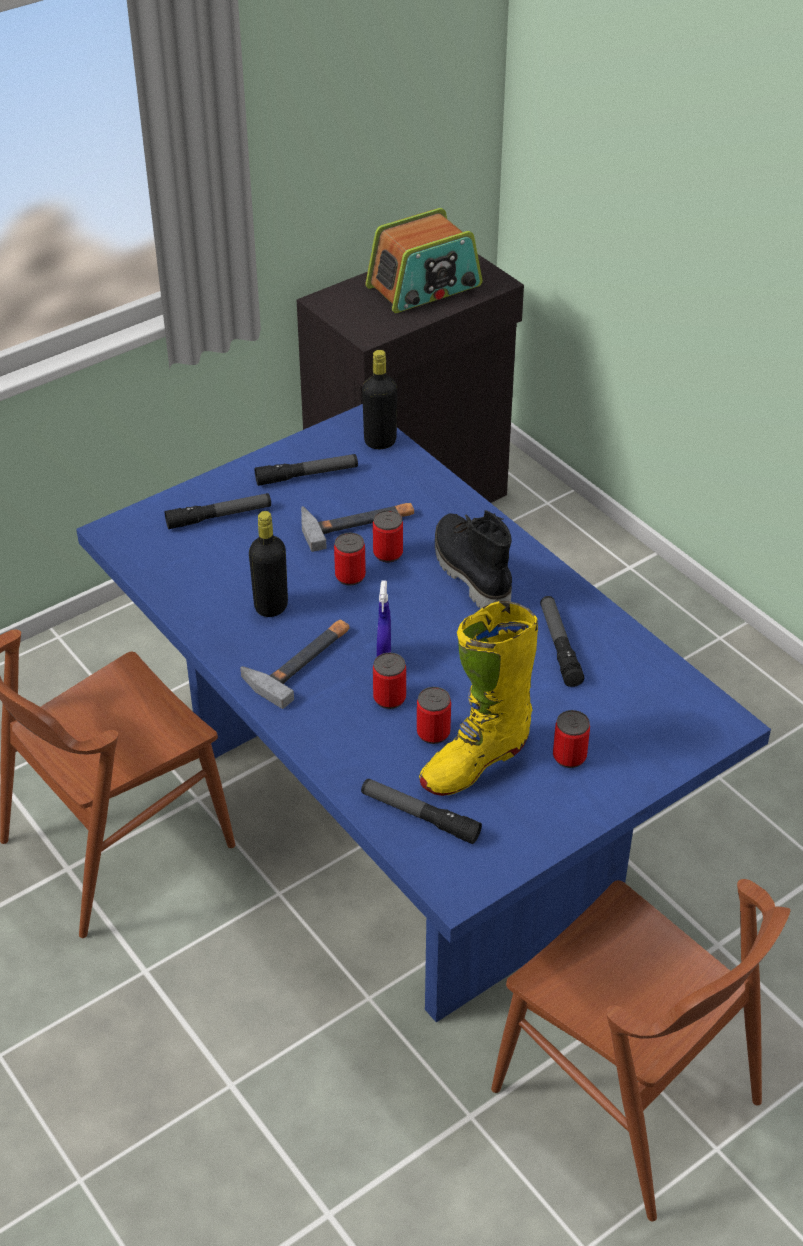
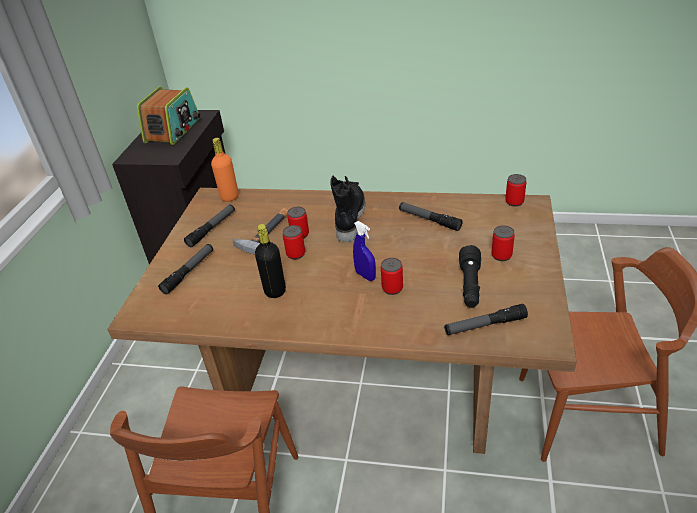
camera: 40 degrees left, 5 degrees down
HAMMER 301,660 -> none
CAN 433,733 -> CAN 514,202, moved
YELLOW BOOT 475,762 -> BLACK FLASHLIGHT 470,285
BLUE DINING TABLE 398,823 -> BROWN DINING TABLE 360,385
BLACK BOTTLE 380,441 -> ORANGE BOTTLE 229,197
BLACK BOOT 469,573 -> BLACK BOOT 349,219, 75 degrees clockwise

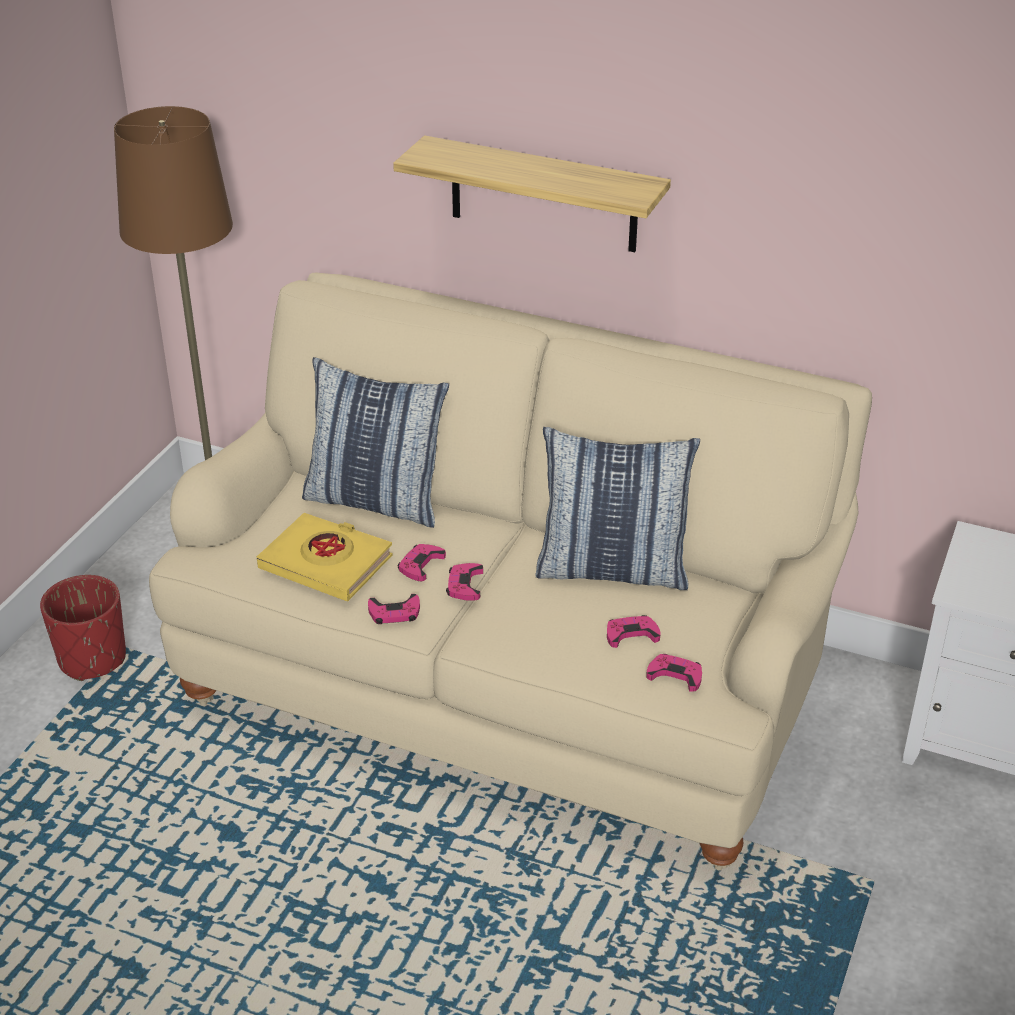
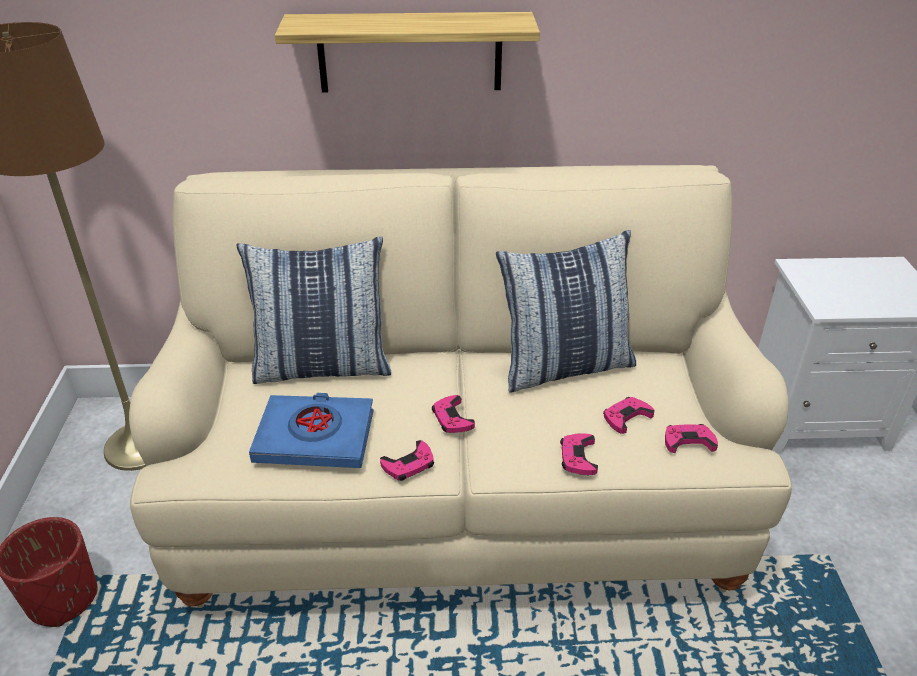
camera: 25 degrees left, 0 degrees up
PINK GAME CONTROLLER 420,565 -> PINK GAME CONTROLLER 578,457, moved
YELLOW BOOK 326,563 -> BLUE BOOK 315,437

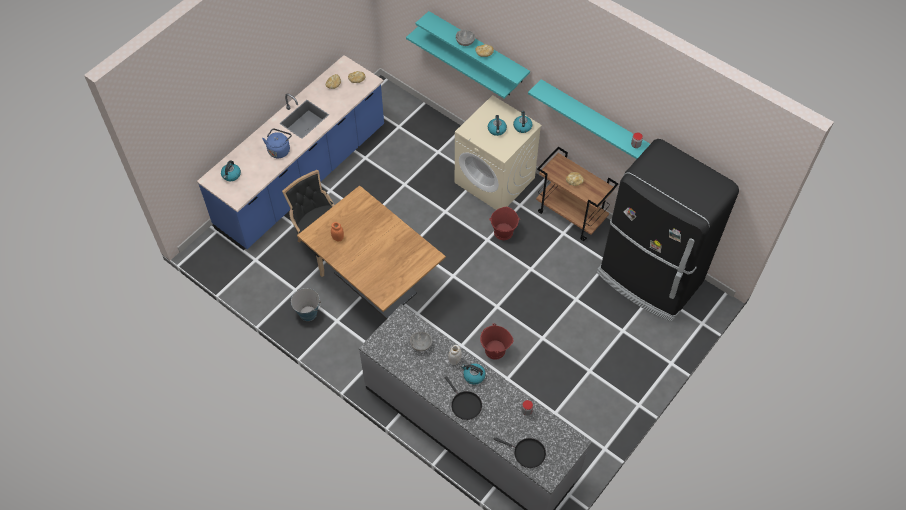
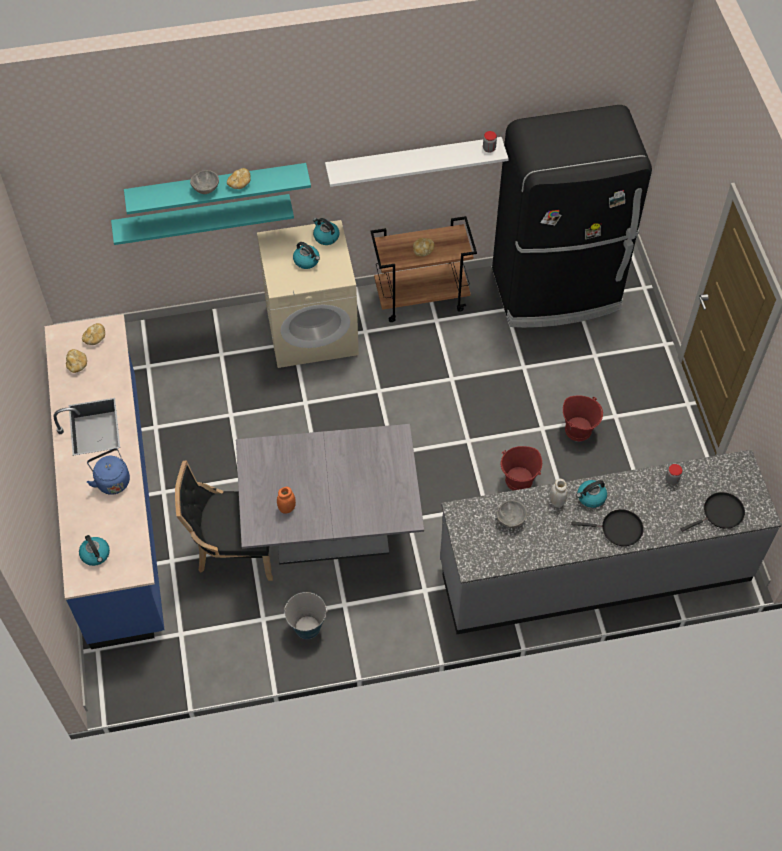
camera: 50 degrees left, 0 degrees up
RED BUCKET 503,232 -> RED BUCKET 578,429, moved
BROWN DINING TABLE 375,283 -> GREY DINING TABLE 332,533
TURQUOISE SHELF 594,118 -> WHITE SHELF 413,160

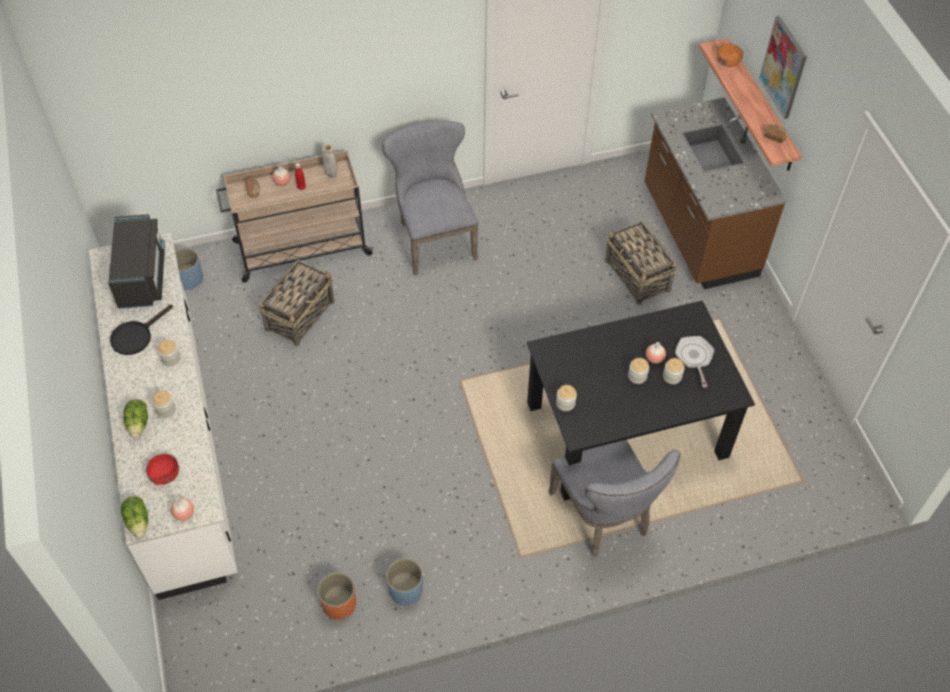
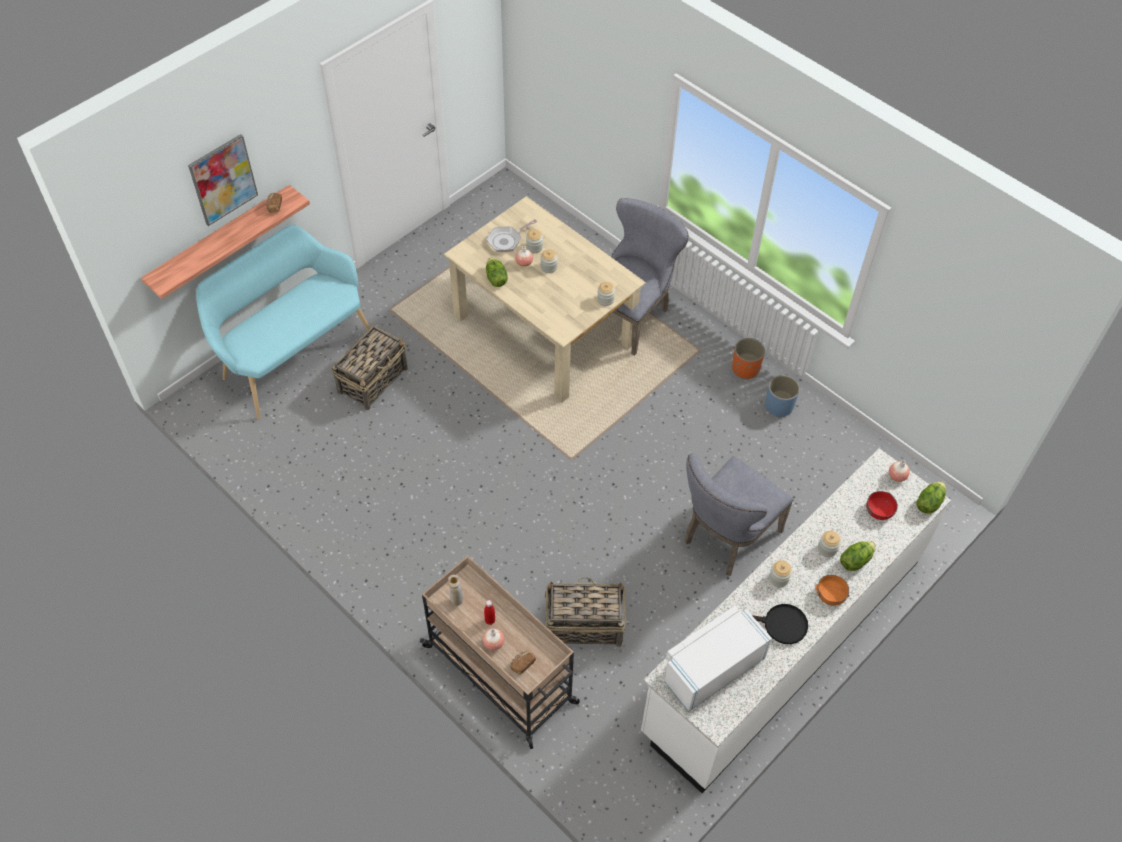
camera: 120 degrees left, 0 degrees up
BLUE PLANTER 189,279 -> none
none -> LETTUCE 495,279
ORANGE PLANTER 339,604 -> ORANGE PLANTER 745,368, moved
GREY CHAIR 433,237 -> GREY CHAIR 726,538, moved
ORANGE BOWL 727,61 -> ORANGE BOWL 831,595, moved
BROWN COUNTER 698,232 -> TURQUOISE BENCH 293,355
BLACK MICROWAVE 142,275 -> WHITE MICROWAVE 712,668
BLACK DINING TABLE 625,431 -> BEIGE DINING TABLE 545,330

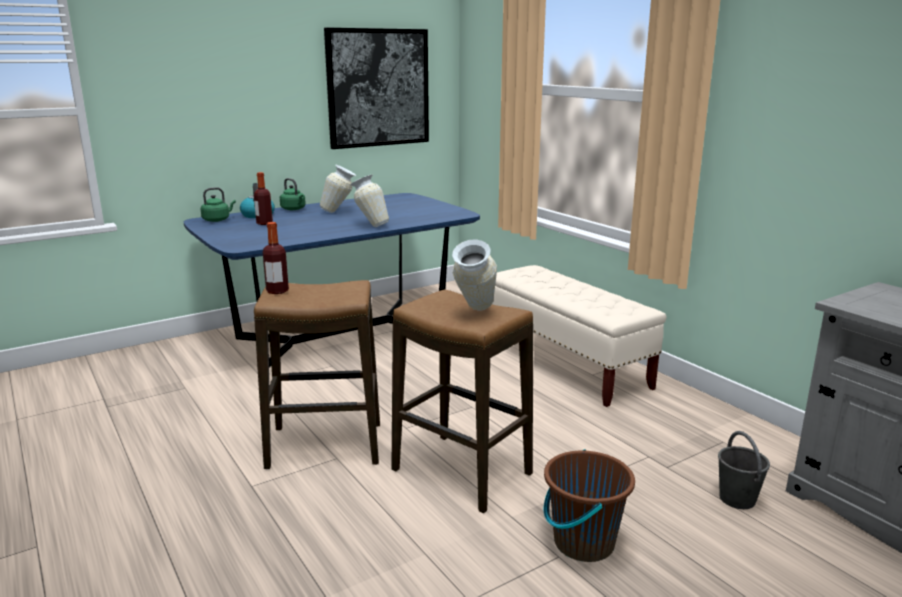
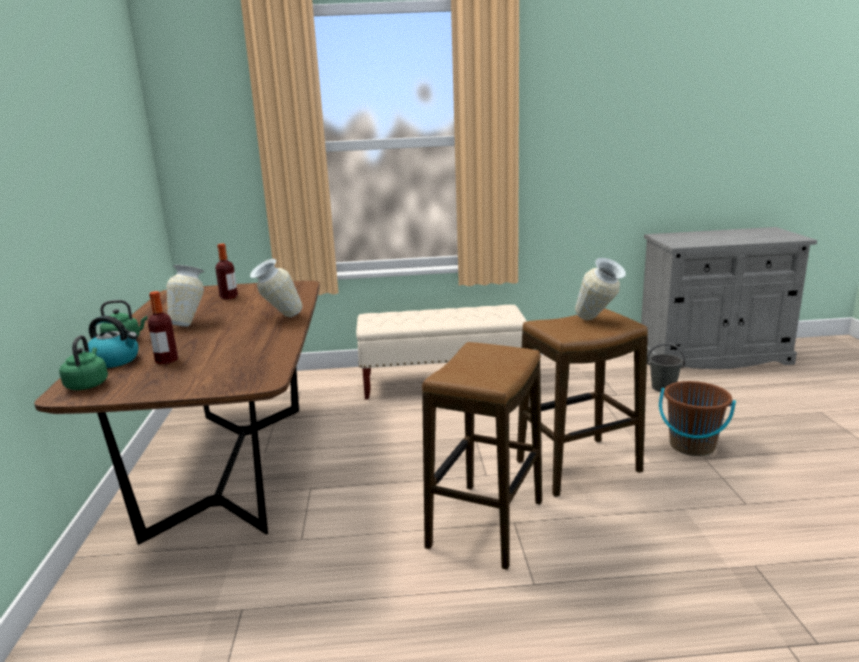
camera: 60 degrees left, 0 degrees up
PICTURE 378,88 -> none
BOTTLE 277,291 -> BOTTLE 229,297, moved
BLUE DINING TABLE 341,332 -> BROWN DINING TABLE 231,467

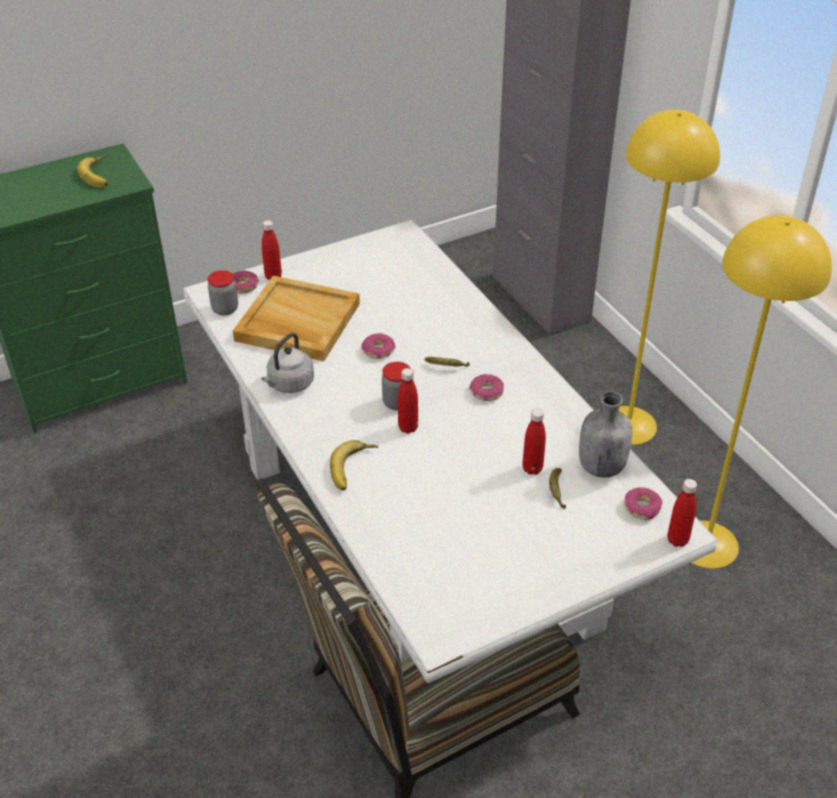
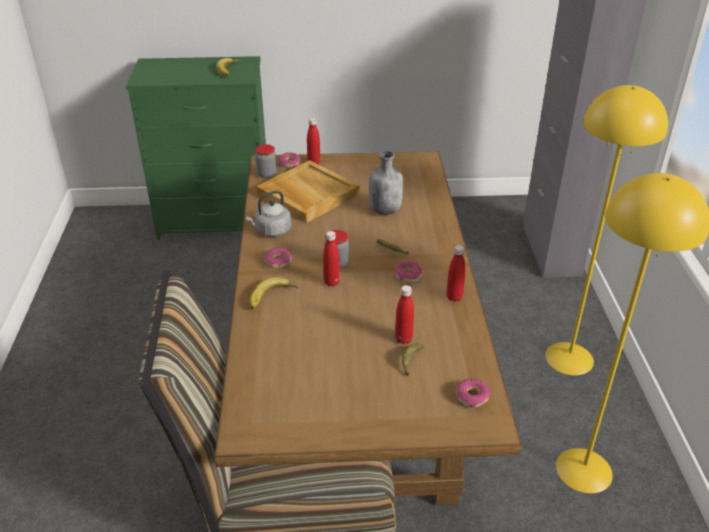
camera: 25 degrees right, 5 degrees down
DONUT 378,351 -> DONUT 278,262, moved
GREY BOTTLE 600,466 -> GREY BOTTLE 385,210, moved
RED BOTTLE 677,540 -> RED BOTTLE 454,297, moved
WHITE DINING TABLE 416,543 -> BROWN DINING TABLE 352,388

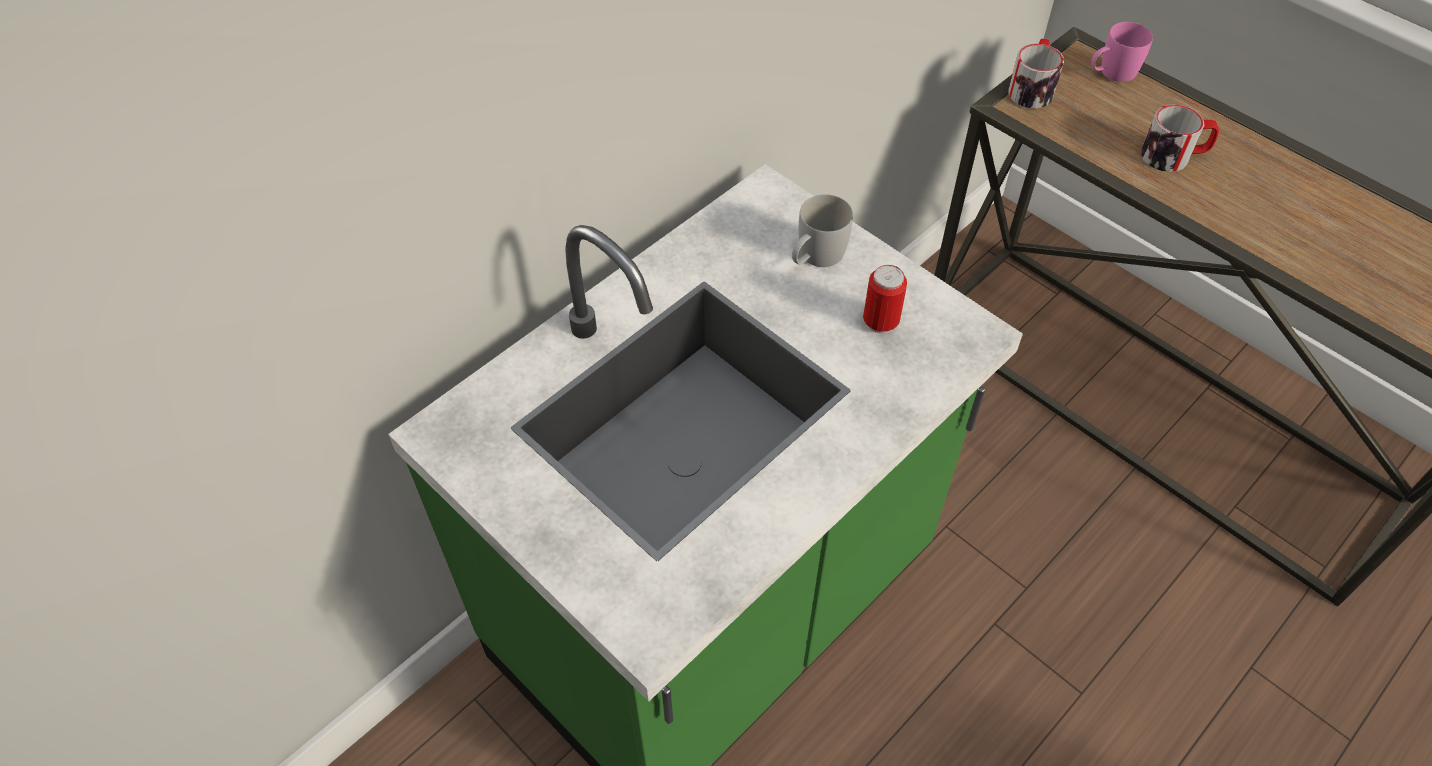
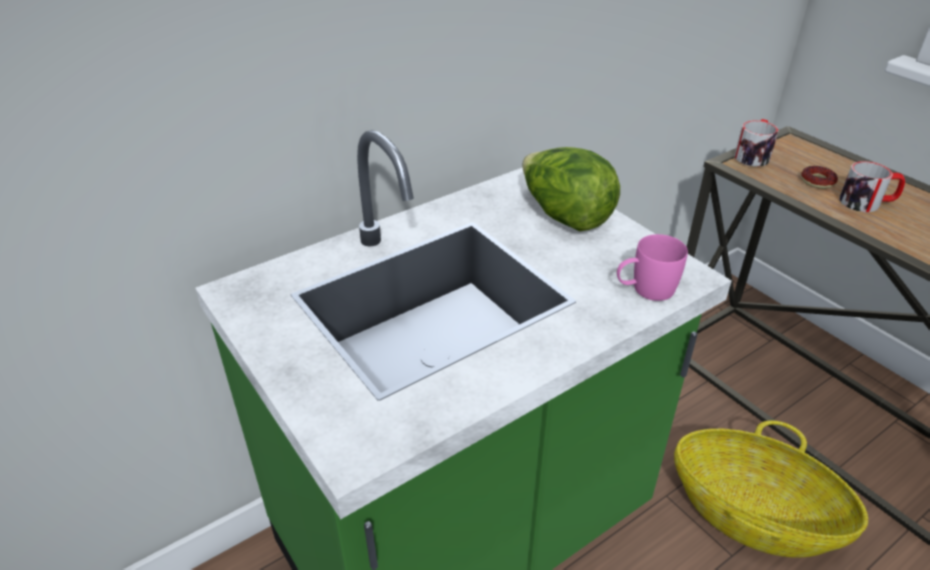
camera: 10 degrees right, 15 degrees down
CAN 880,322 -> none
none -> BASKET 753,515
none -> DONUT 817,181
PINK MUG 1111,73 -> PINK MUG 645,290, moved
WHITE MUG 815,257 -> LETTUCE 564,216

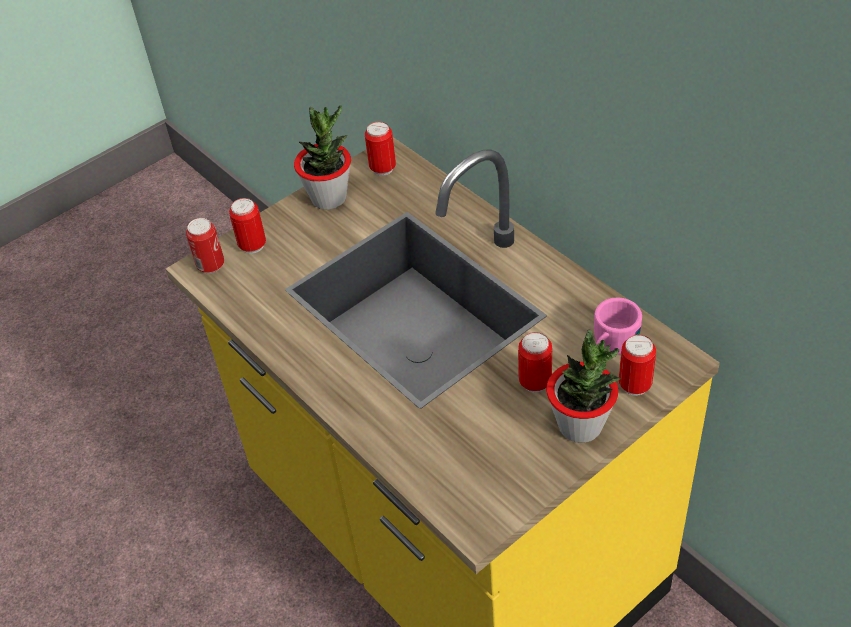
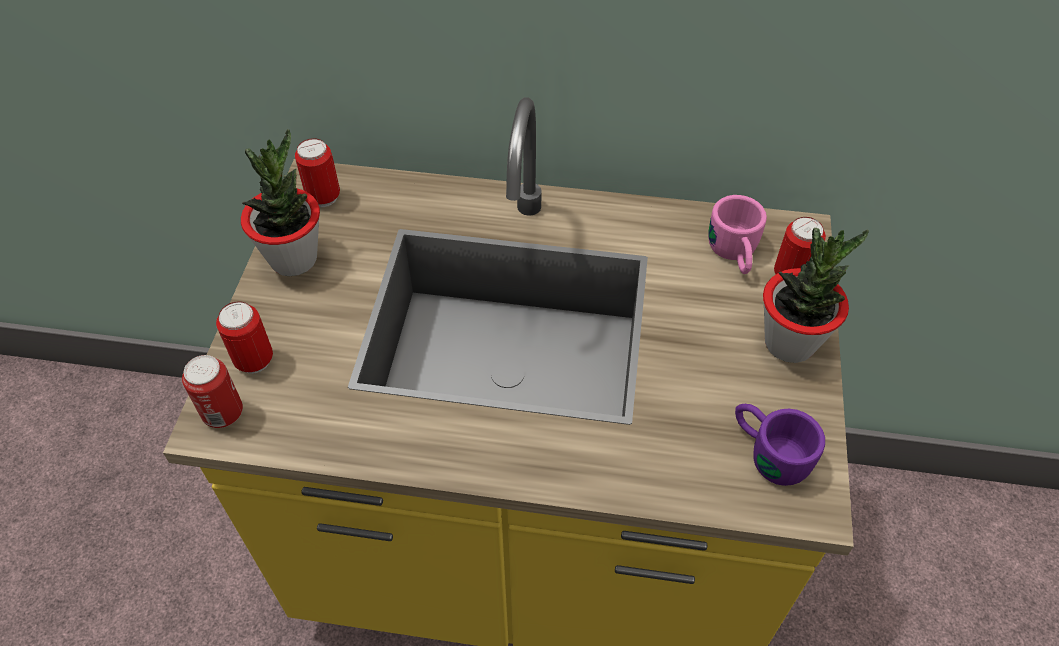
camera: 45 degrees left, 5 degrees up
CAN 535,382 -> none
none -> PURPLE MUG 767,452

